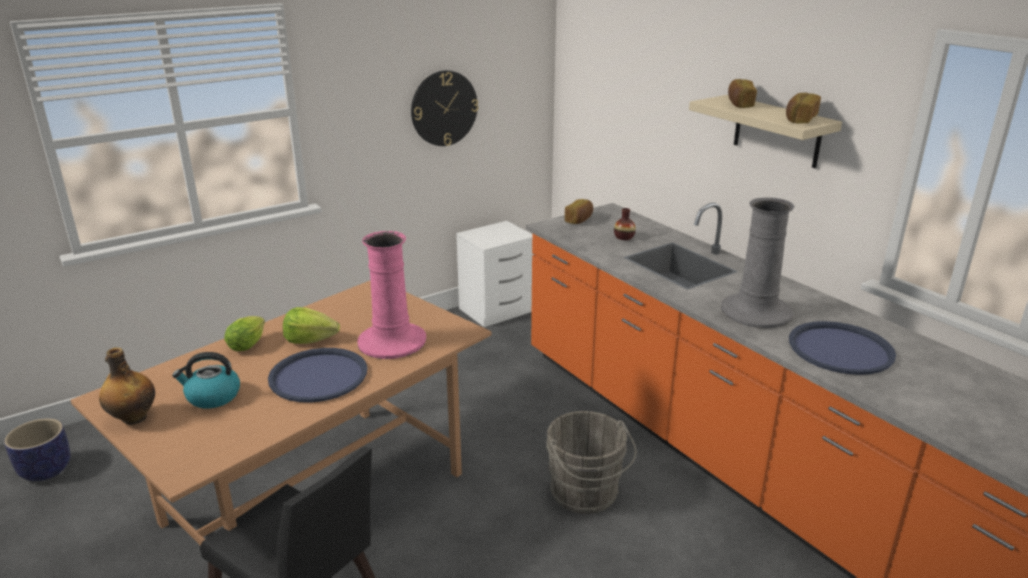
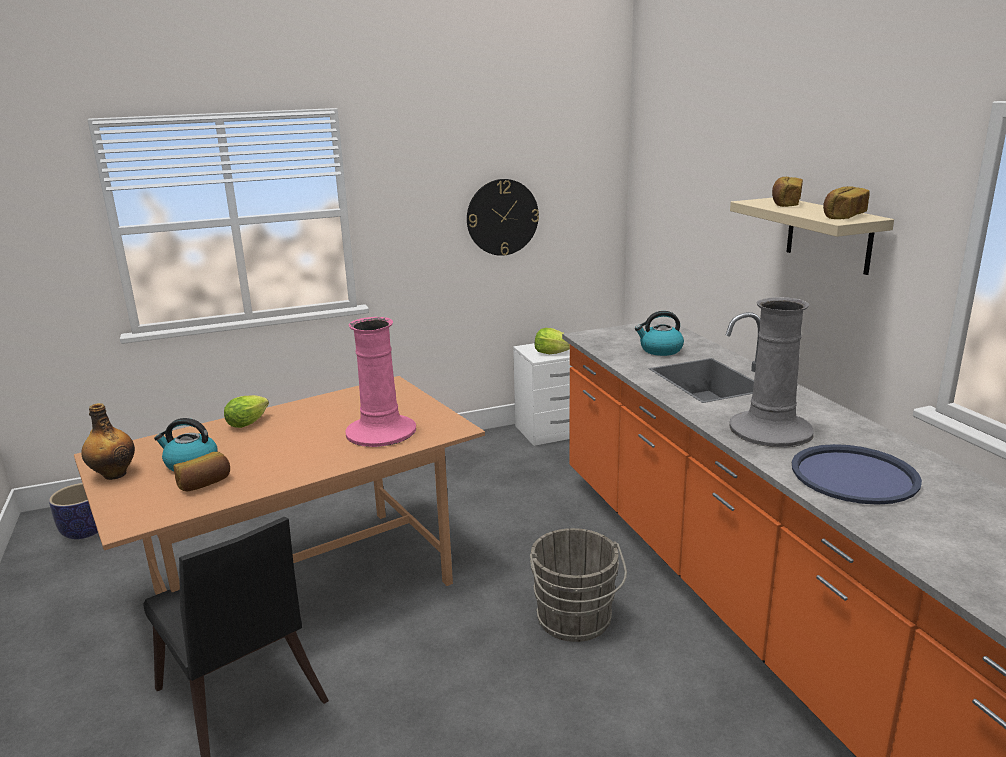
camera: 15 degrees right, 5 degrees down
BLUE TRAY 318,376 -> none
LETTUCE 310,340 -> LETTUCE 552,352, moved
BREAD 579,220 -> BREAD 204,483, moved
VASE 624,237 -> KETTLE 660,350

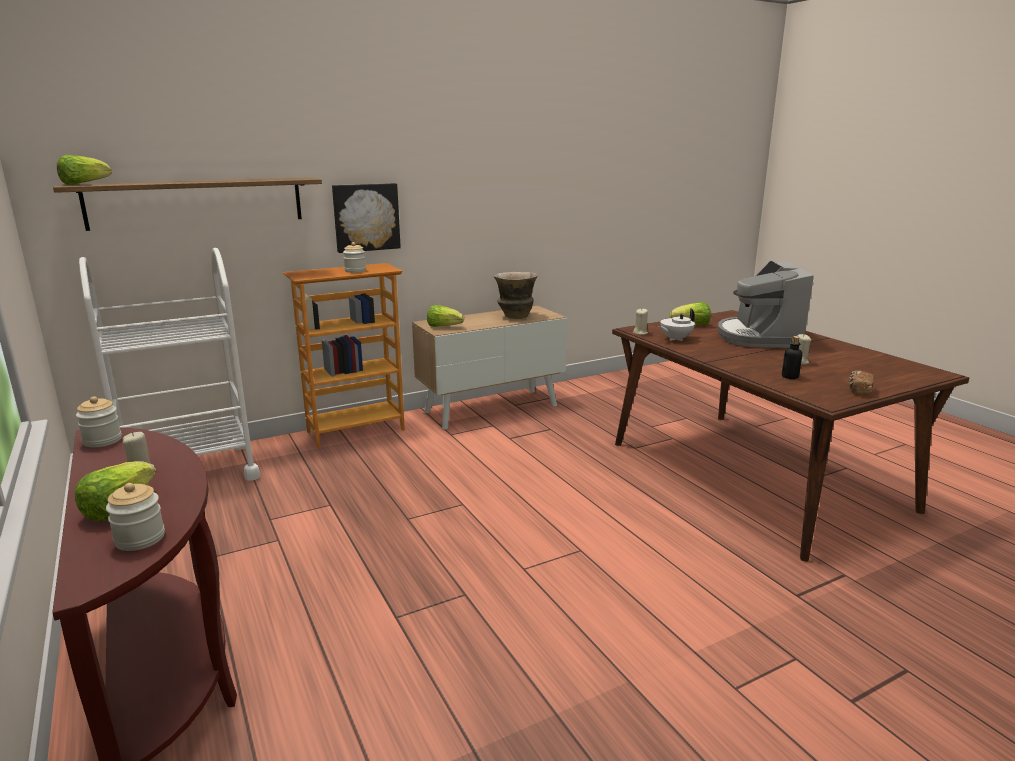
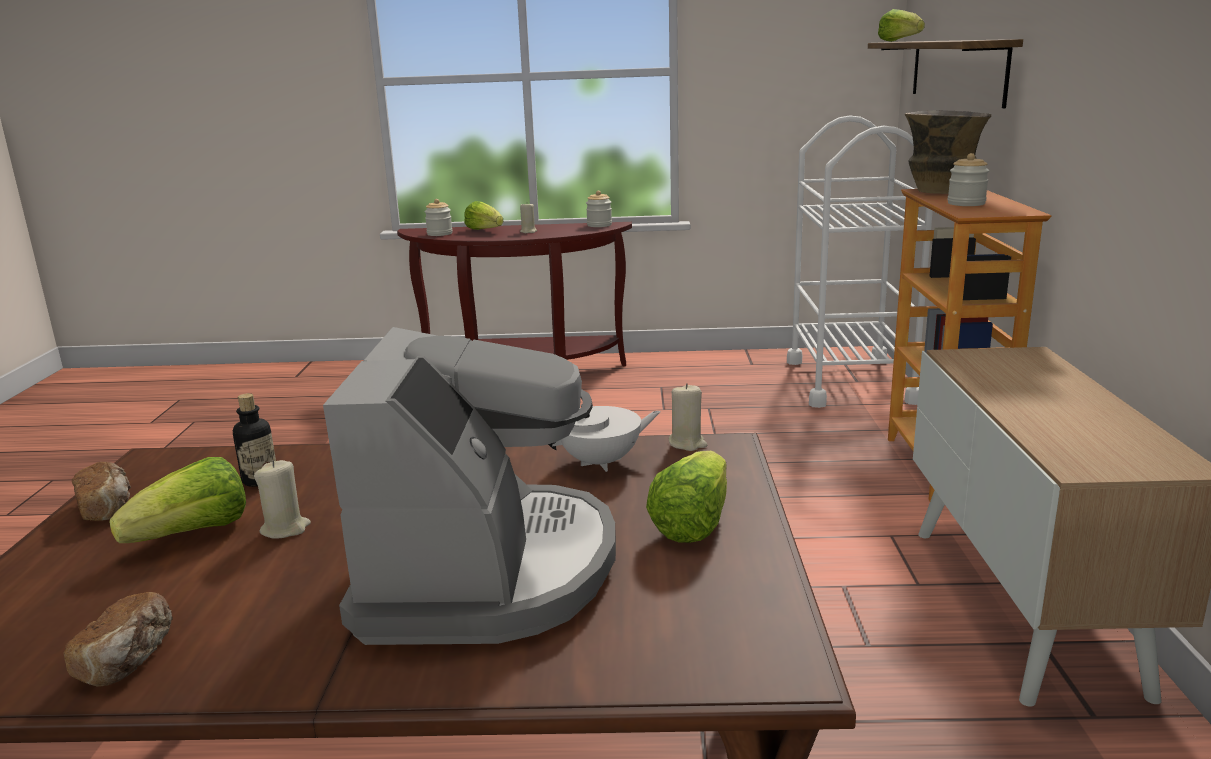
camera: 120 degrees right, 0 degrees up
PICTURE 366,217 -> none
none -> BREAD 130,659
LETTUCE 443,327 -> LETTUCE 194,534, moved
VASE 515,317 -> VASE 940,192, moved
WHITE TEAPOT 675,339 -> WHITE TEAPOT 601,462, 75 degrees clockwise
COFFEE MACHINE 758,337 -> COFFEE MACHINE 487,570, 60 degrees clockwise

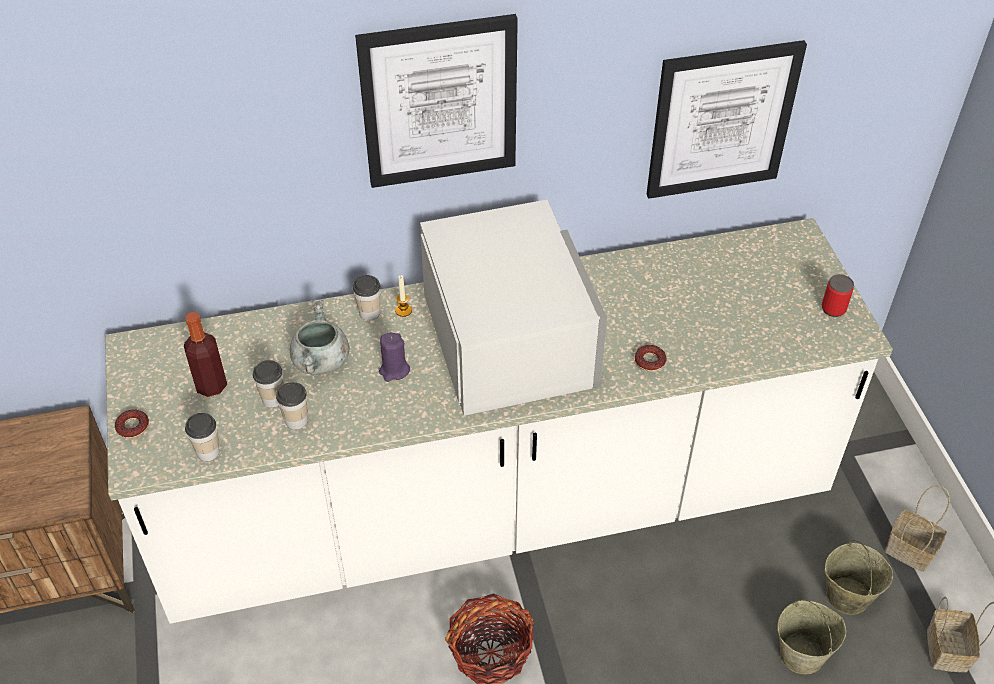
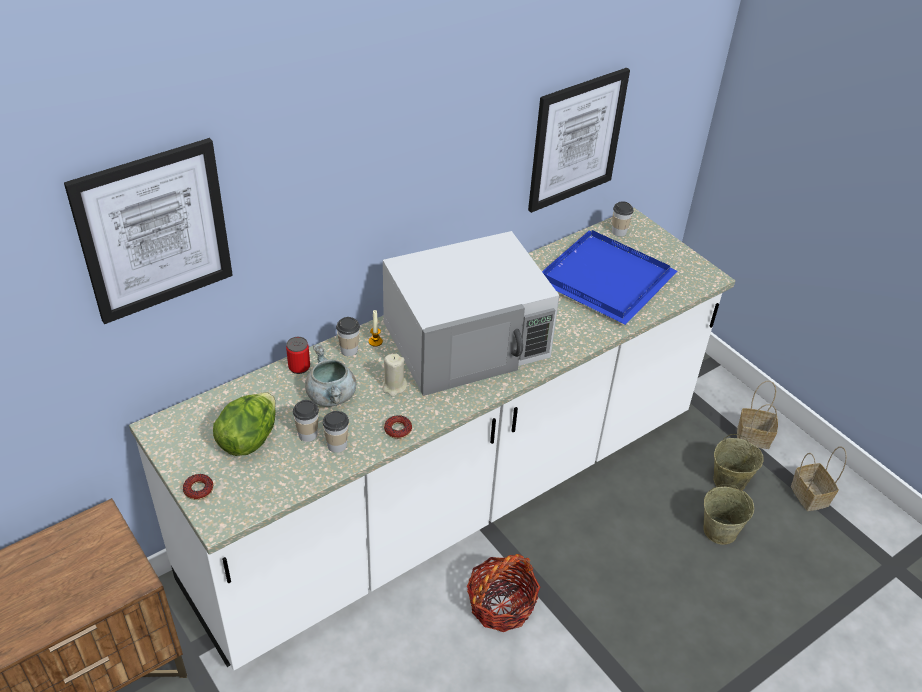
camera: 25 degrees left, 5 degrees down
none -> BLUE TRAY 604,277
CUP 208,451 -> CUP 619,232, moved
PICTURE 439,102 -> PICTURE 154,231, moved
DONUT 650,361 -> DONUT 398,430, moved
CAN 833,309 -> CAN 299,367, moved
BOTTLE 211,385 -> LETTUCE 249,439
PURPLE CANDLE 394,370 -> BEIGE CANDLE 394,387
WHITE MICROWAVE 508,337 -> WHITE MICROWAVE 467,340, 105 degrees clockwise

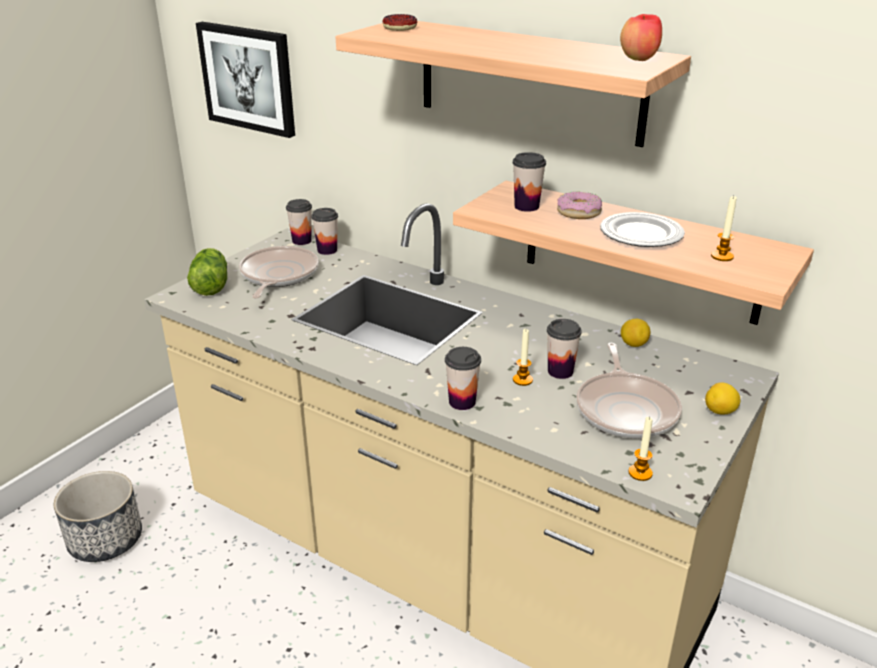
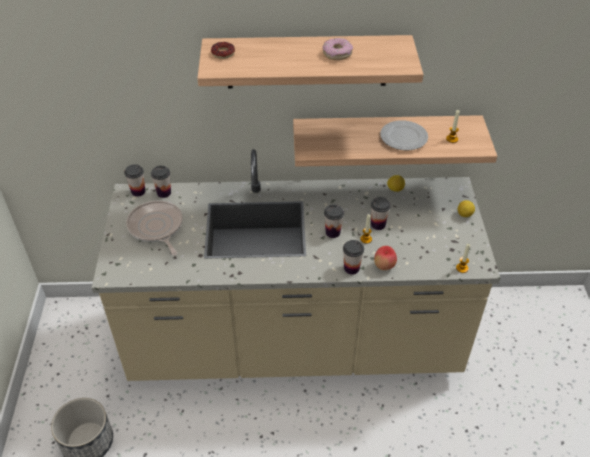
camera: 35 degrees left, 15 degrees up
LETTUCE 211,284 -> none
PICTURE 248,78 -> none
FRYING PAN 626,409 -> none
CUP 526,206 -> CUP 333,232, moved
DONUT 579,212 -> DONUT 337,53, moved
APPLE 639,60 -> APPLE 384,266, moved

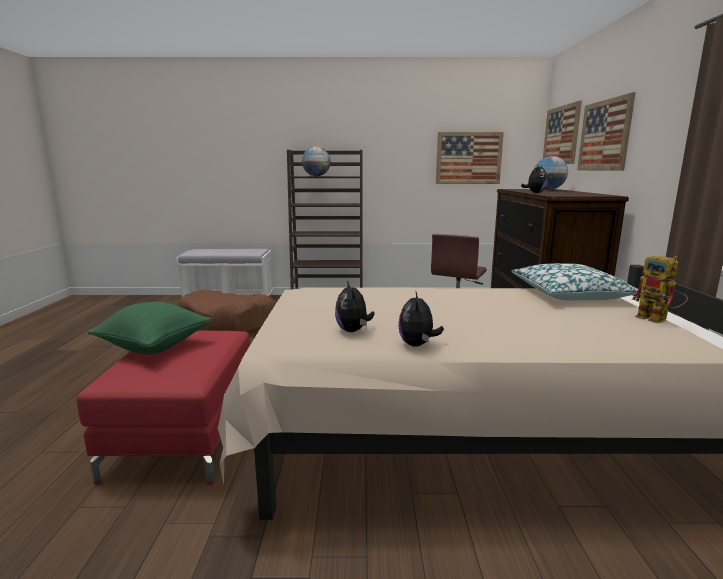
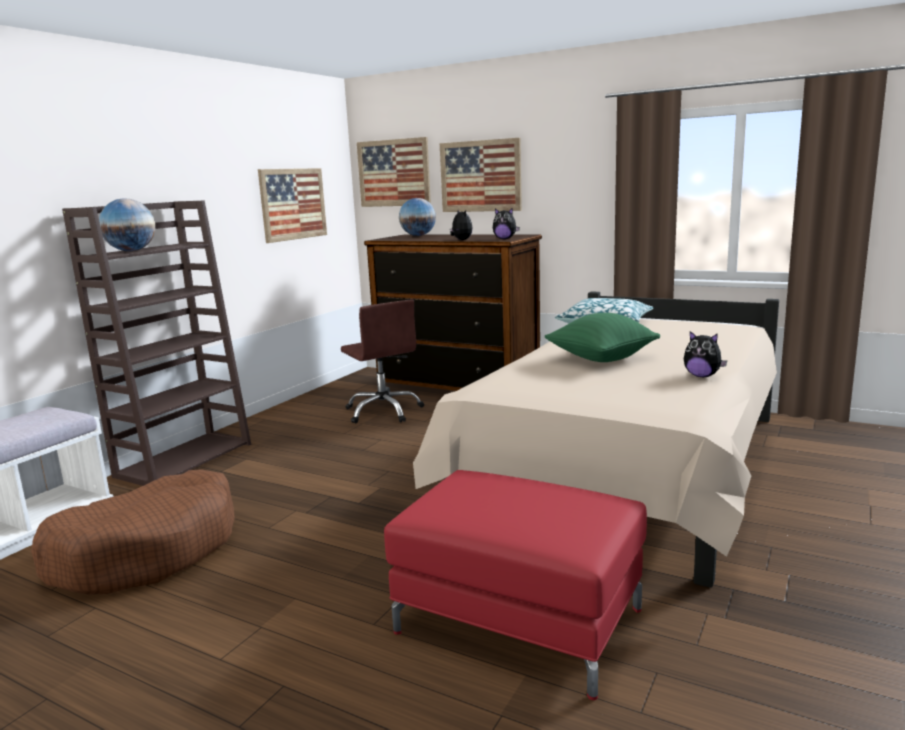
camera: 60 degrees left, 0 degrees up
TOY ROBOT 658,319 -> none
GREEN PILLOW 154,347 -> GREEN PILLOW 601,359, moved
PLUSH TOY 353,330 -> PLUSH TOY 505,239, moved

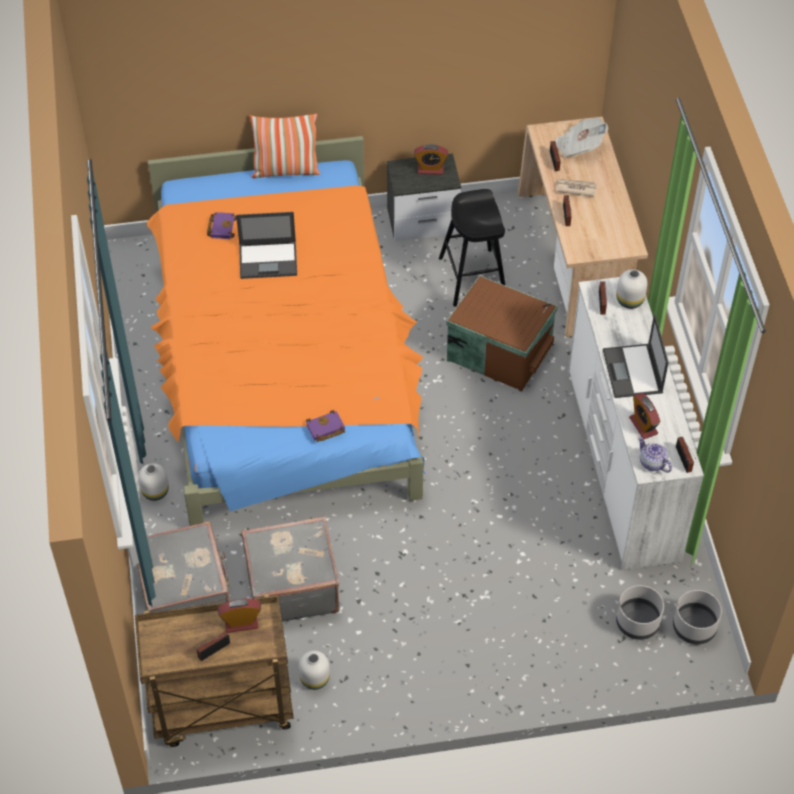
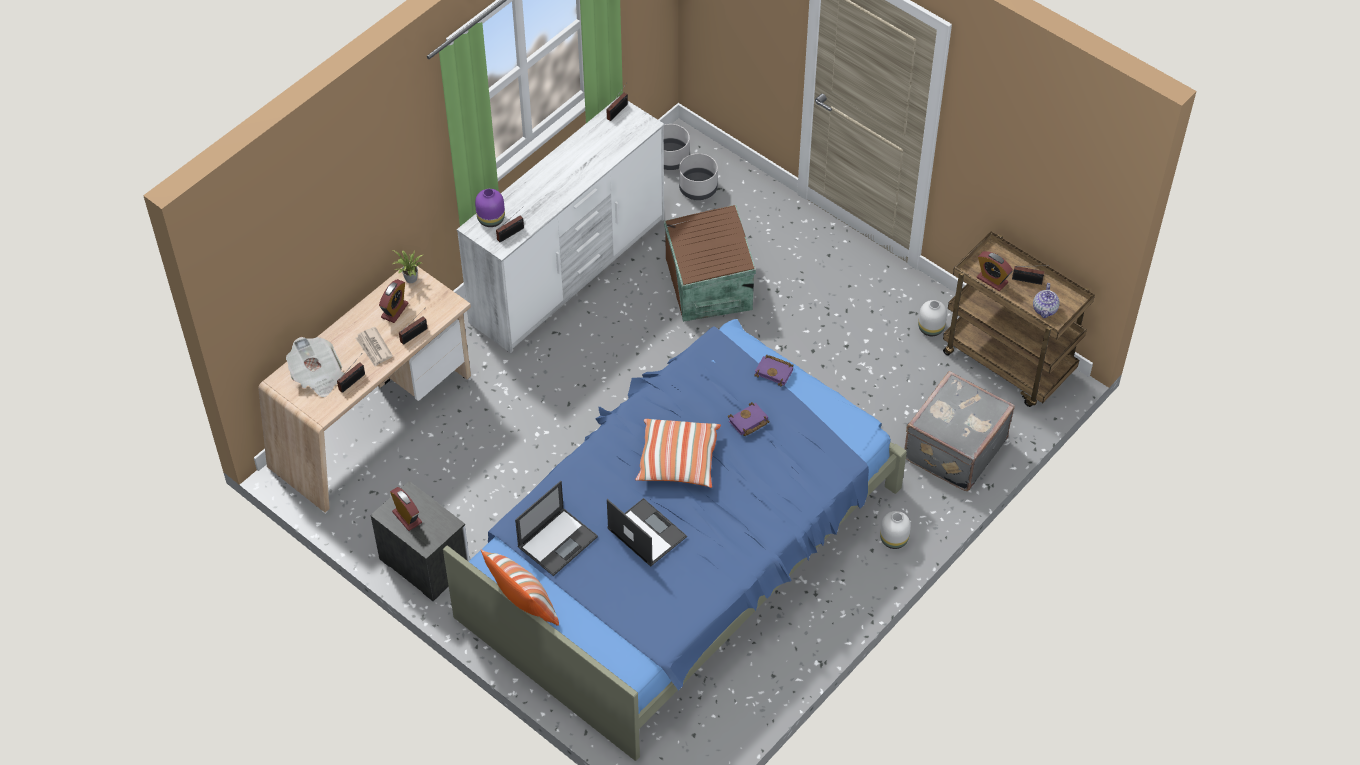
camera: 130 degrees left, 0 degrees up
GREY SUITCASE 291,586 -> none
BLACK STOOL 472,277 -> none
none -> POTTED PLANT 410,280
none -> PILLOW 678,461
PURPLE BOOK 221,227 -> PURPLE BOOK 748,422, moved
BROWN STORAGE BOX 499,350 -> BROWN STORAGE BOX 707,285, moved
LAPTOP 633,372 -> LAPTOP 558,541, moved
ALARM CLOCK 643,426 -> ALARM CLOCK 394,310, moved
TEAPOT 652,463 -> TEAPOT 1045,309, moved
ORANGE BED 284,363 -> BLUE BED 684,549
WHITE VASE 630,300 -> PURPLE VASE 491,218

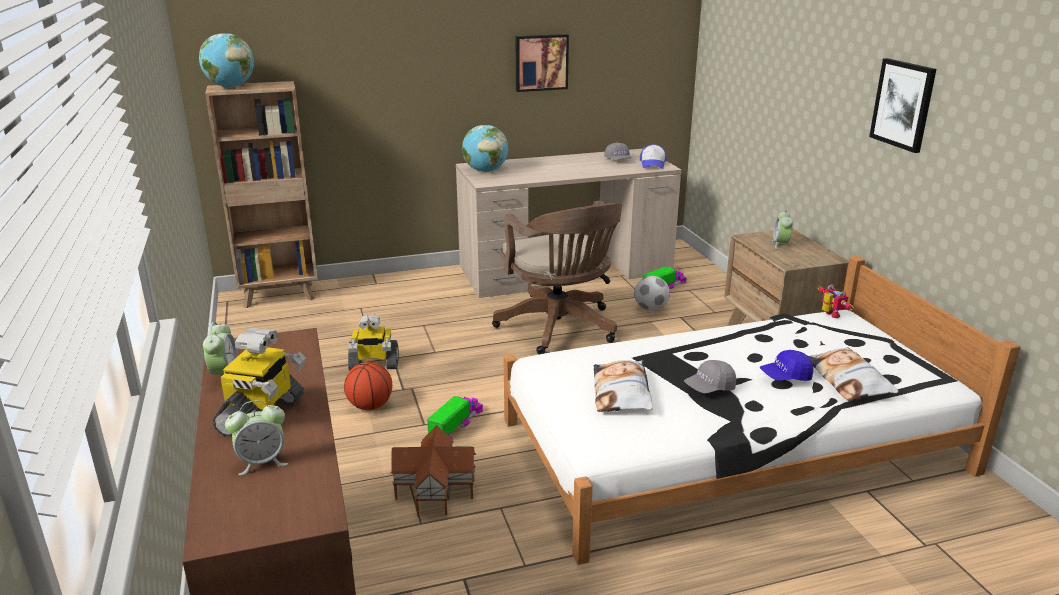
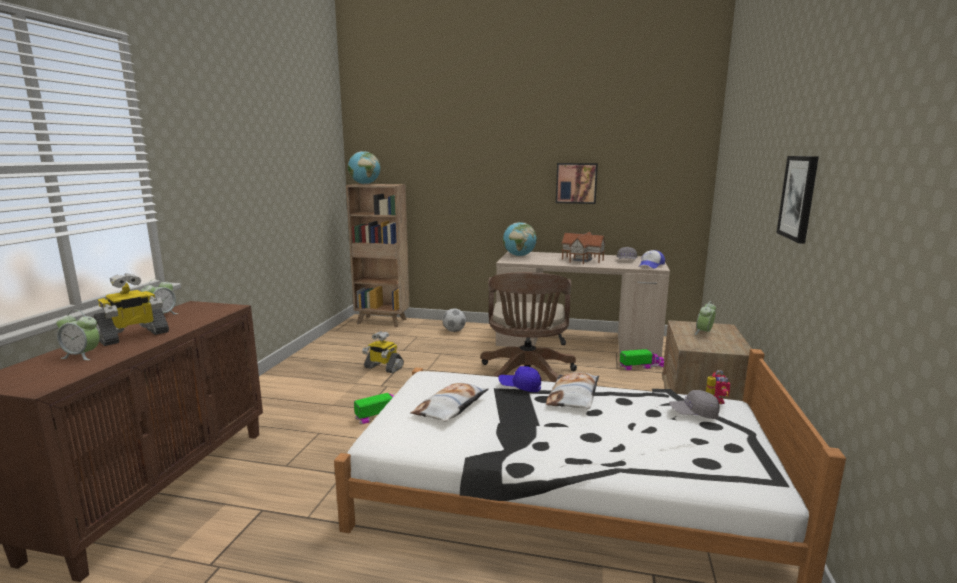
camera: 30 degrees right, 10 degrees down
BASKETBALL 370,406 -> none
TOY HOUSE 436,489 -> TOY HOUSE 583,260, moved
FOOTBALL 650,309 -> FOOTBALL 454,331, moved
GREY CAP 709,388 -> GREY CAP 693,414, moved
BLUE CAP 785,377 -> BLUE CAP 520,387, moved
PILLOW 848,380 -> PILLOW 574,396, moved

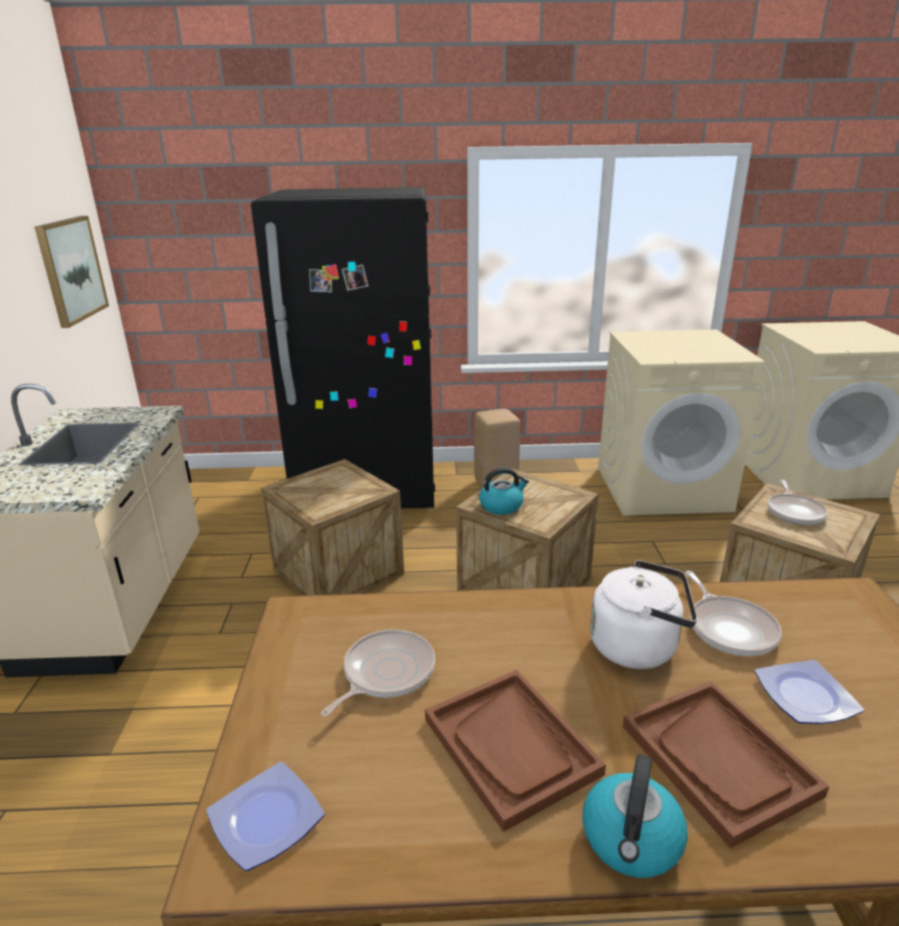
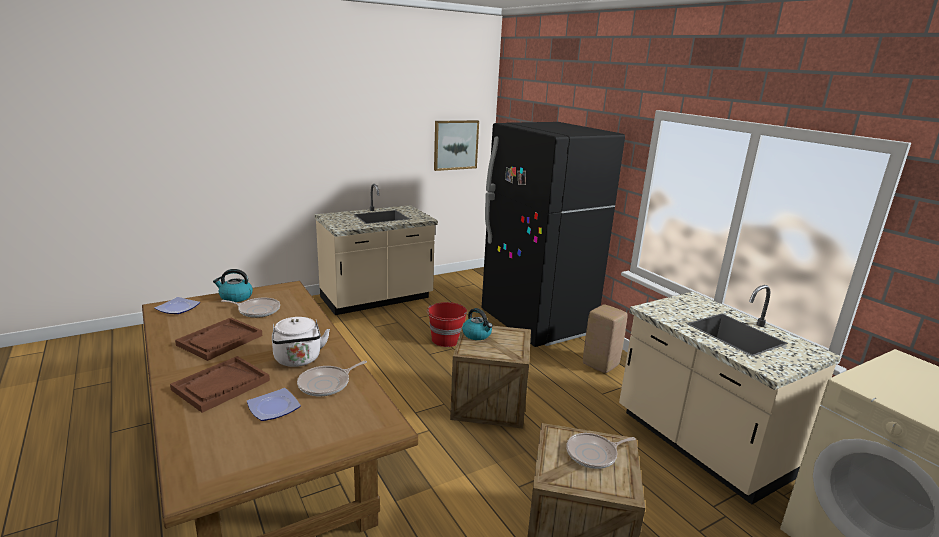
camera: 60 degrees right, 5 degrees down
KETTLE 631,840 -> KETTLE 235,297, moved
CRATE 338,571 -> RED BUCKET 446,340
BEIGE WASHING MACHINE 662,488 -> BEIGE COUNTER 699,445

